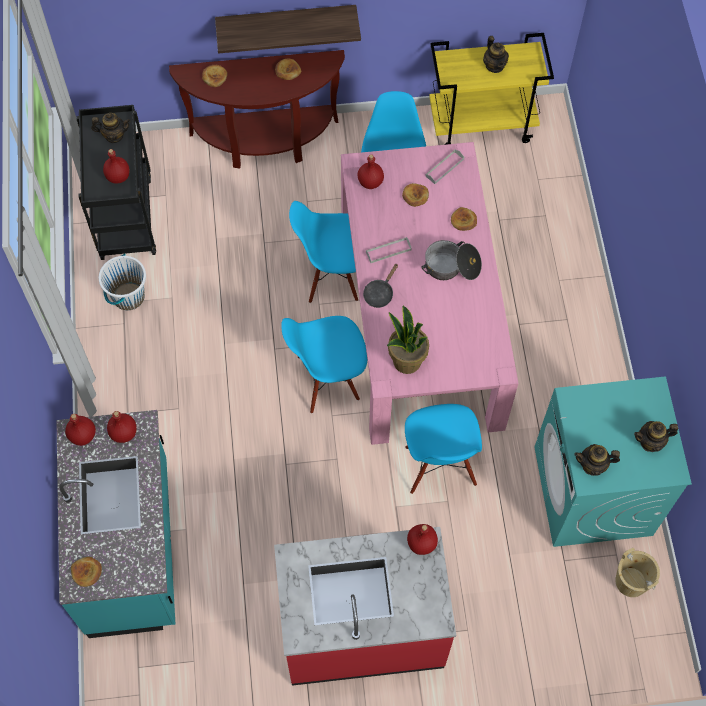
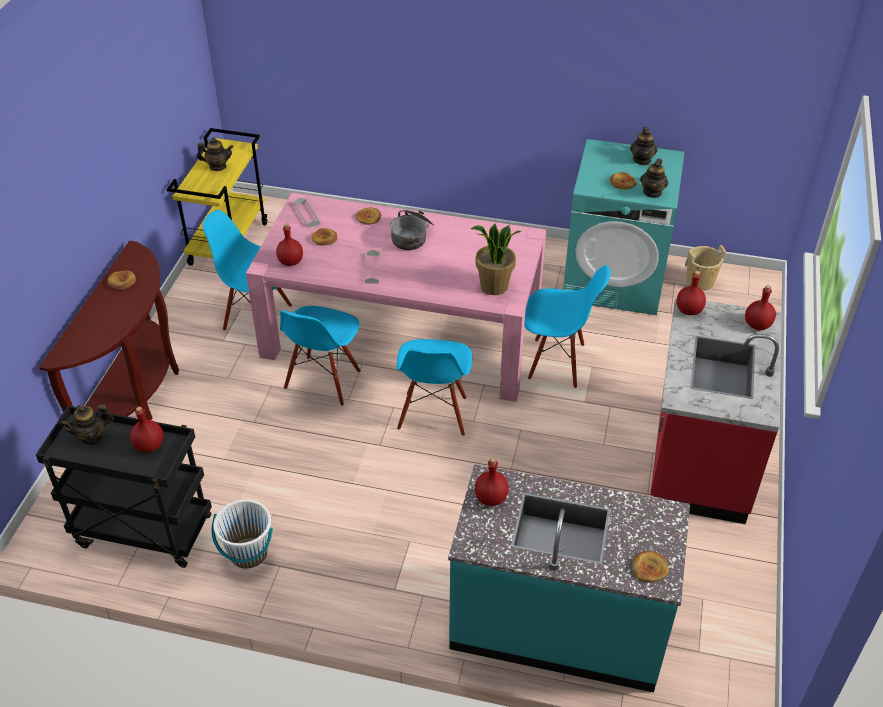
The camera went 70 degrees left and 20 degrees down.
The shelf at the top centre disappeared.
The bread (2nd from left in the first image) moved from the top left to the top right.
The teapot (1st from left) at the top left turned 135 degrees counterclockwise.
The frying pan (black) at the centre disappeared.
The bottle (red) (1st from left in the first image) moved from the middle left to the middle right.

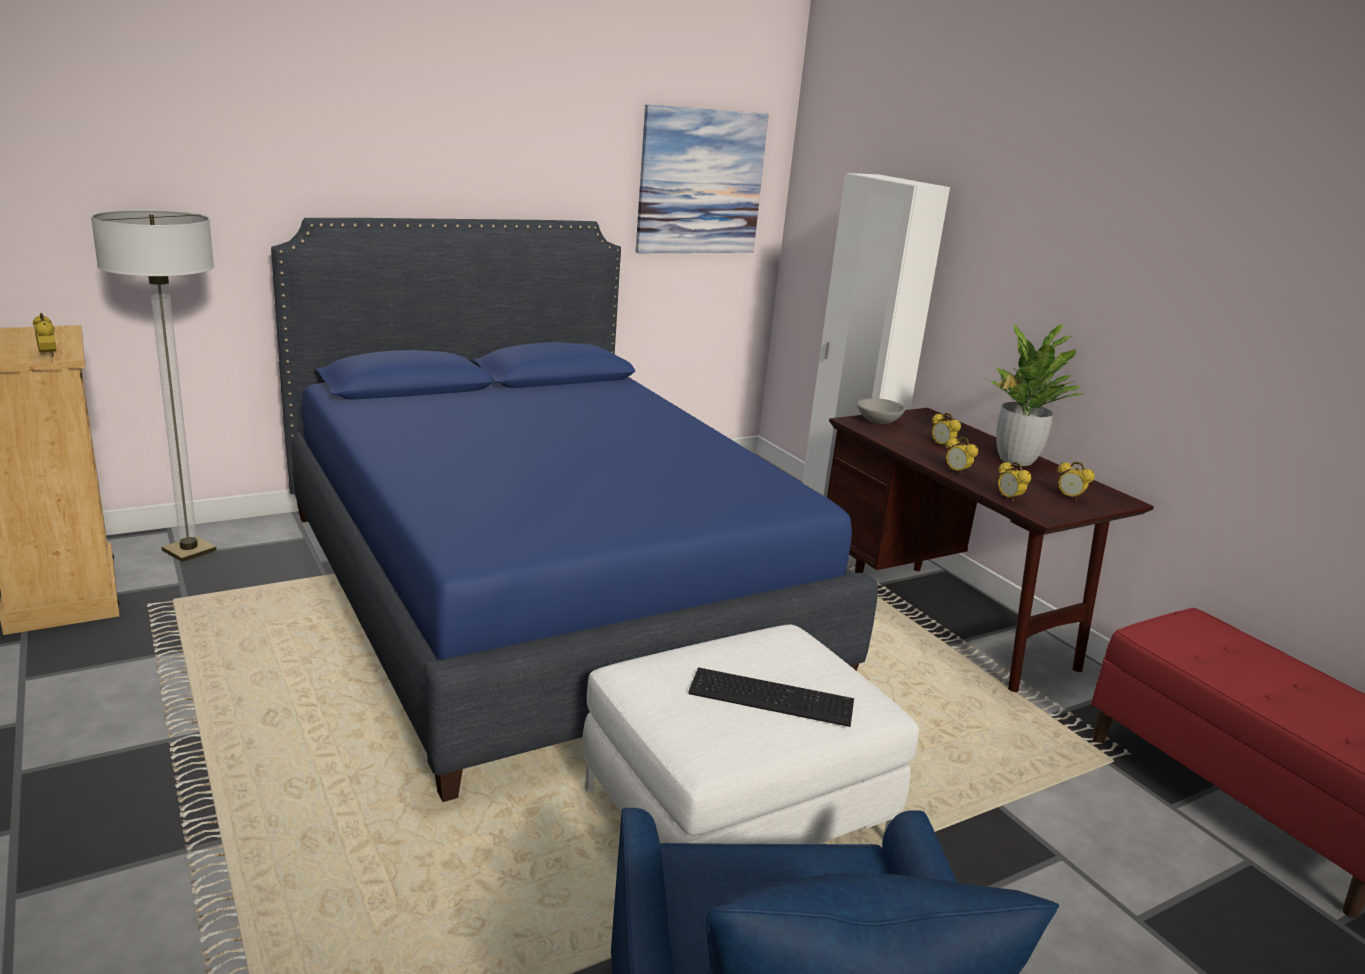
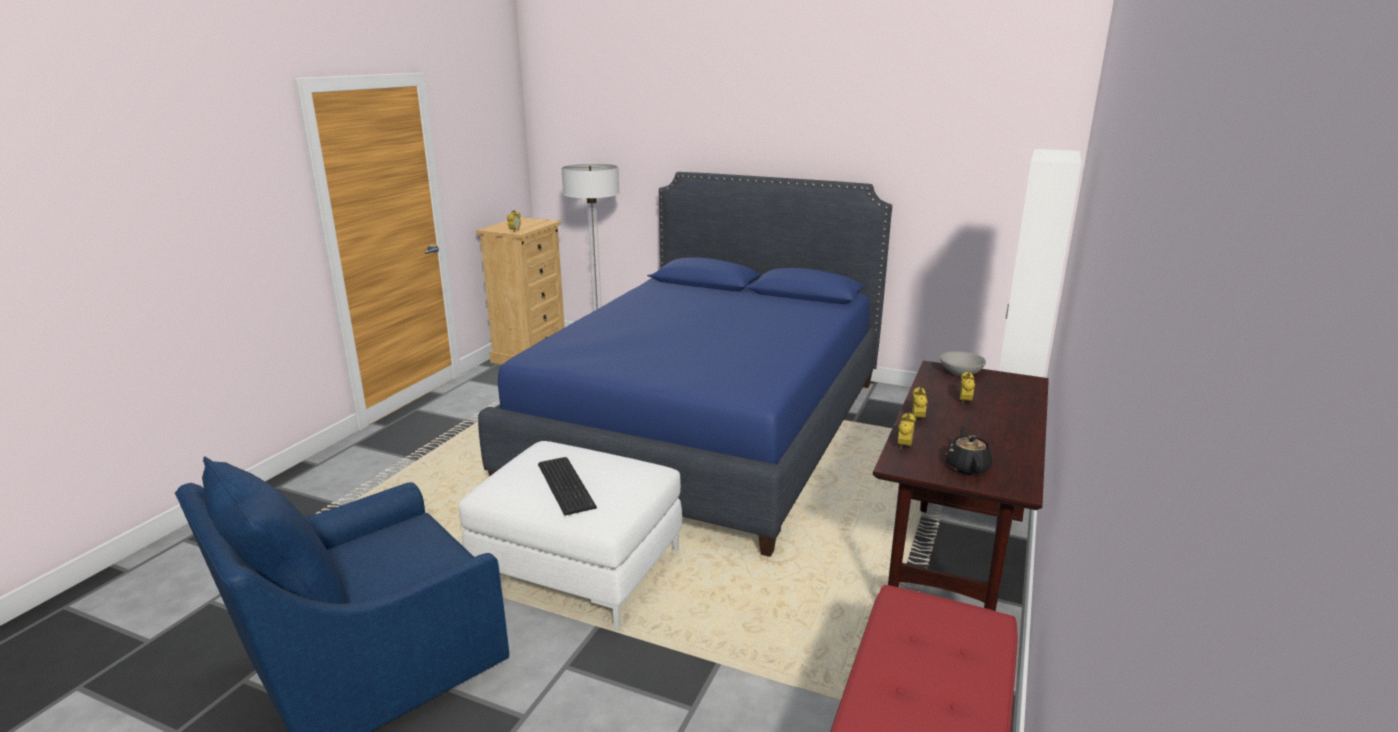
The camera went 55 degrees right and 0 degrees up.
The picture at the top centre disappeared.
The potted plant at the middle right disappeared.
The alarm clock (5th from left) at the middle right was replaced by the teapot (black) at the middle right.

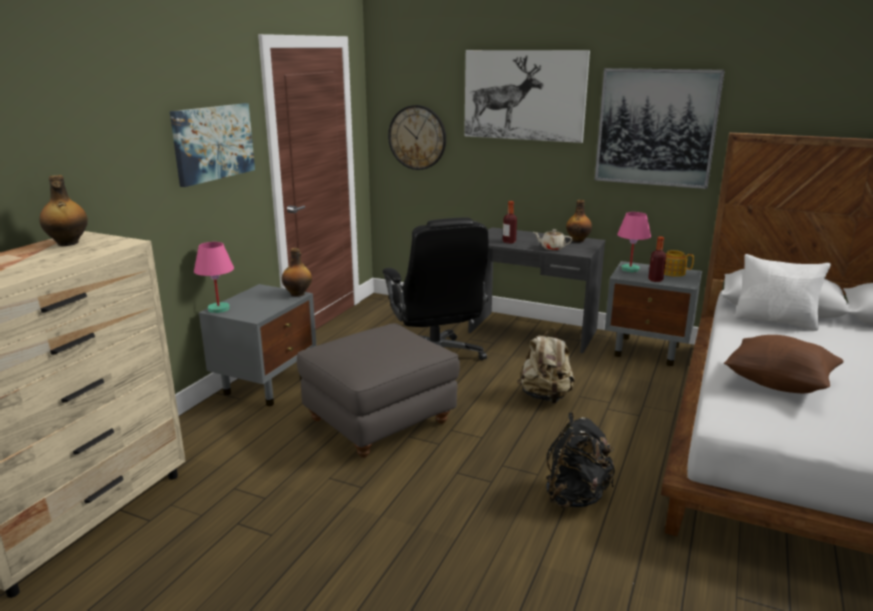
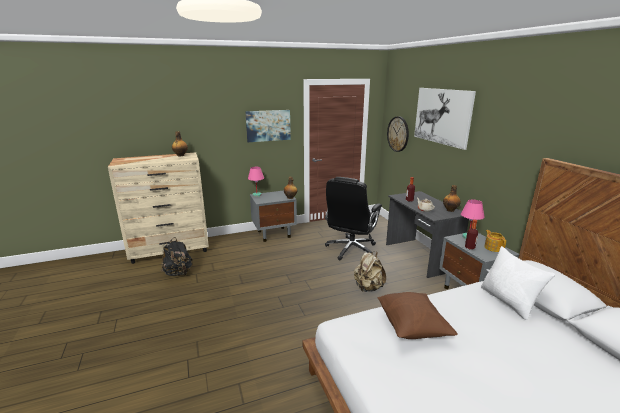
The camera went 45 degrees right and 0 degrees up.
The picture (3rd from left) at the top right disappeared.
The ottoman (grey) at the centre disappeared.
The backpack (black) moved from the bottom centre to the middle left.

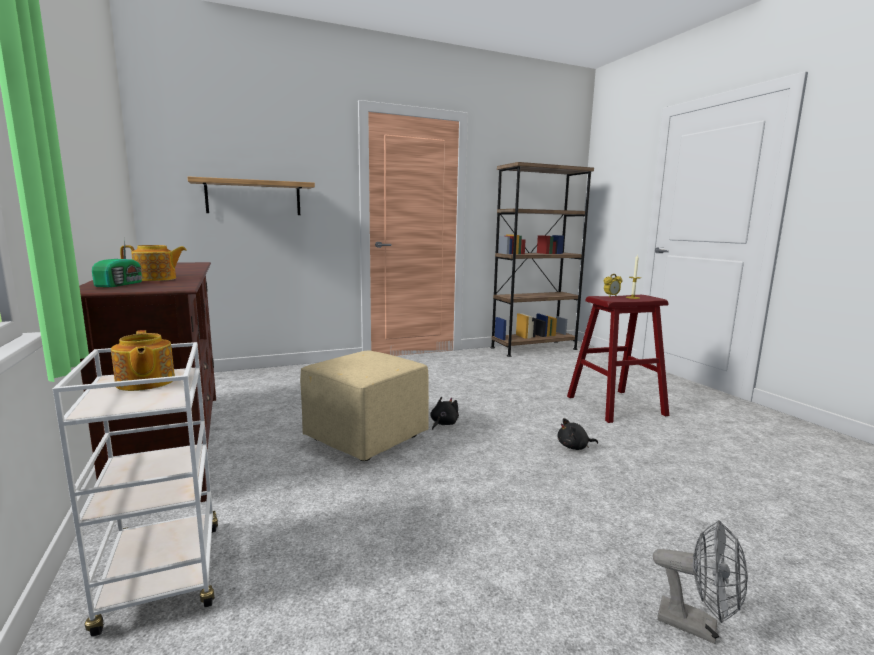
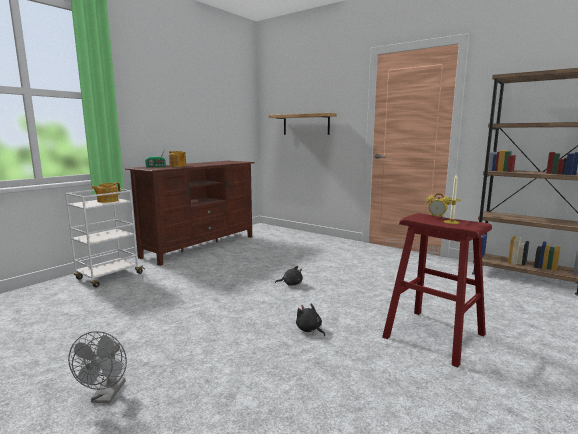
The camera went 60 degrees right and 0 degrees up.
The ottoman (beige) at the centre disappeared.

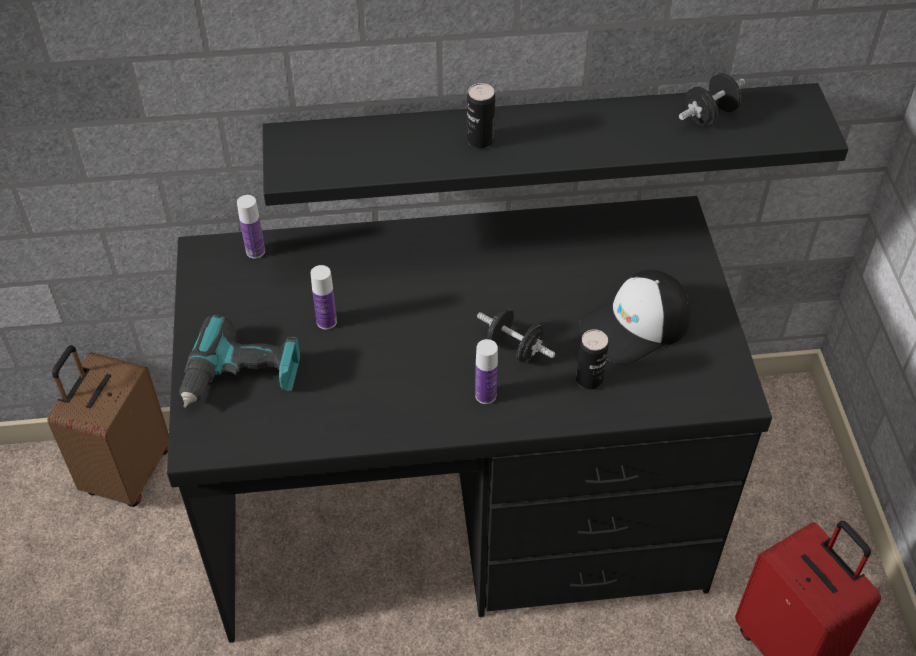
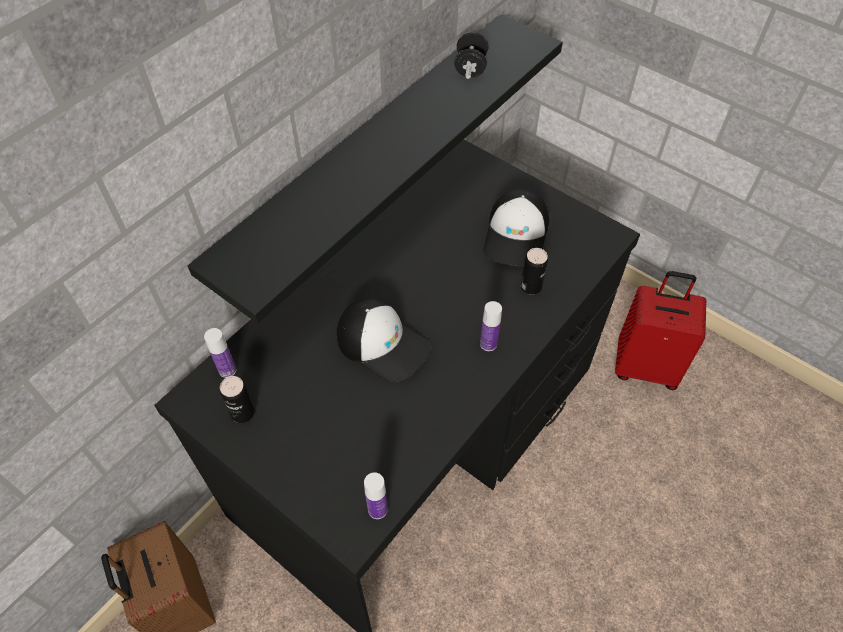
The camera went 45 degrees left and 5 degrees up.
The can (1st from left) moved from the top centre to the middle left.
The bottle (2nd from left) moved from the centre to the bottom centre.
The dumbbell (black) (1st from left) at the centre disappeared.
The power drill at the middle left disappeared.
The cap (1st from left) at the centre appeared.

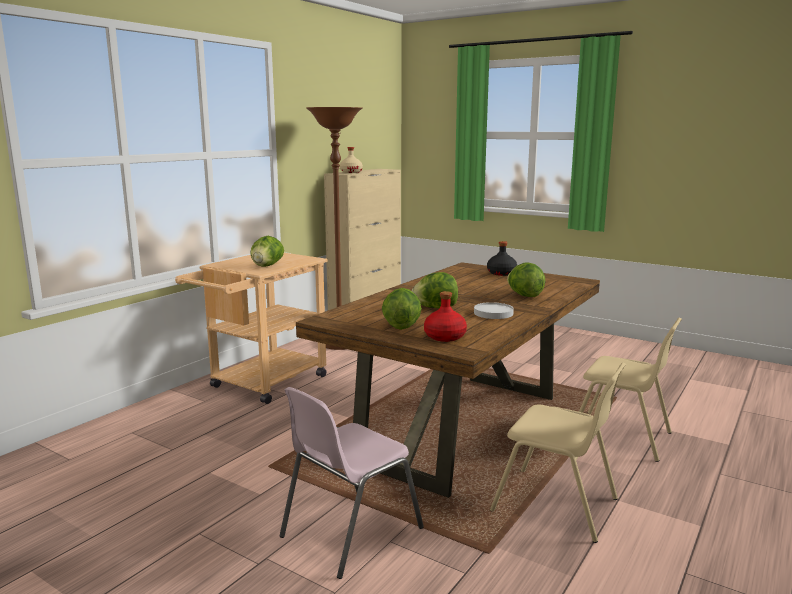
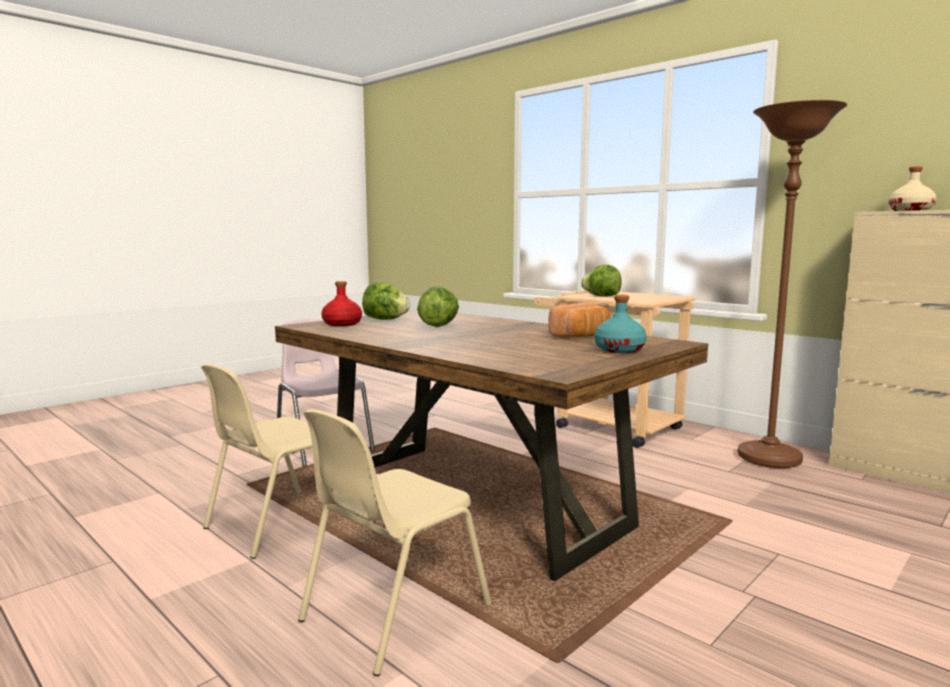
The camera went 100 degrees right and 5 degrees down.
The bottle (black) at the centre became the bottle (turquoise) at the centre.
The lettuce (4th from left) at the centre disappeared.
The plate (white) at the centre disappeared.
The bread at the centre appeared.

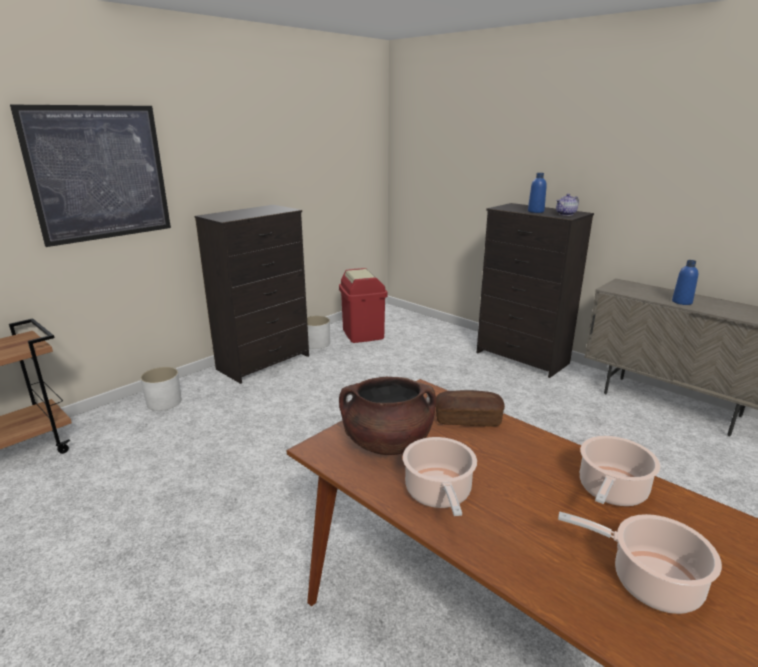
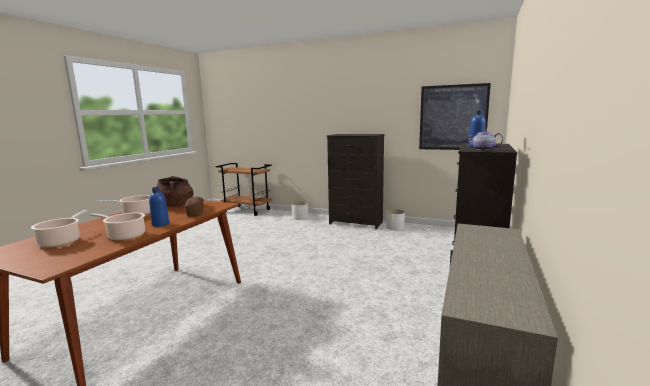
The camera went 70 degrees right and 10 degrees down.
The picture moved from the top left to the top right.
The bottle (blue) (2nd from left in the first image) moved from the middle right to the middle left.
The trash can (red) at the centre disappeared.

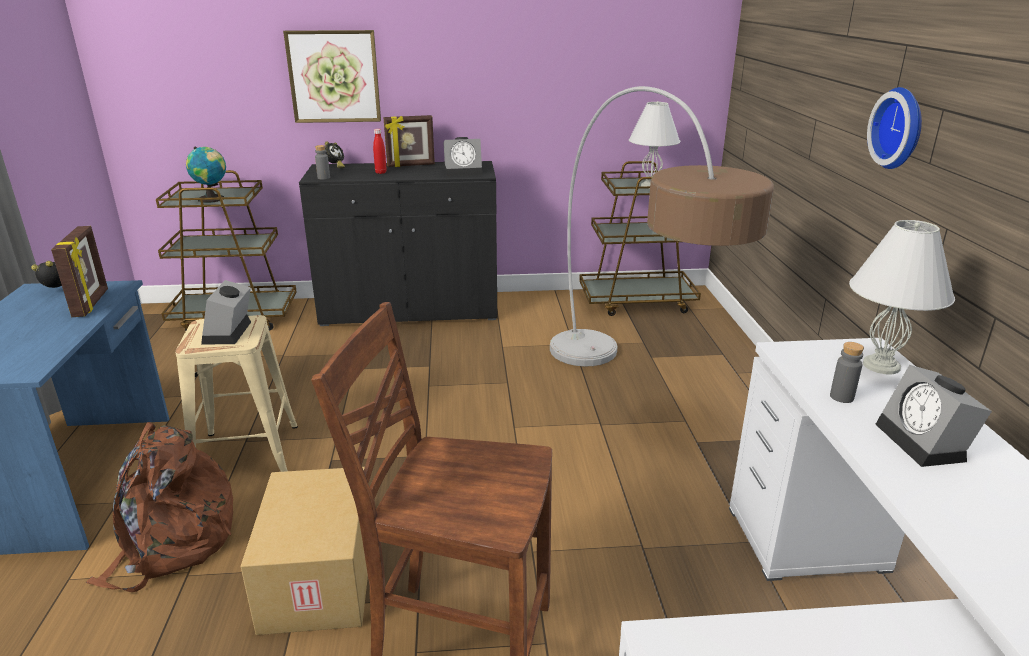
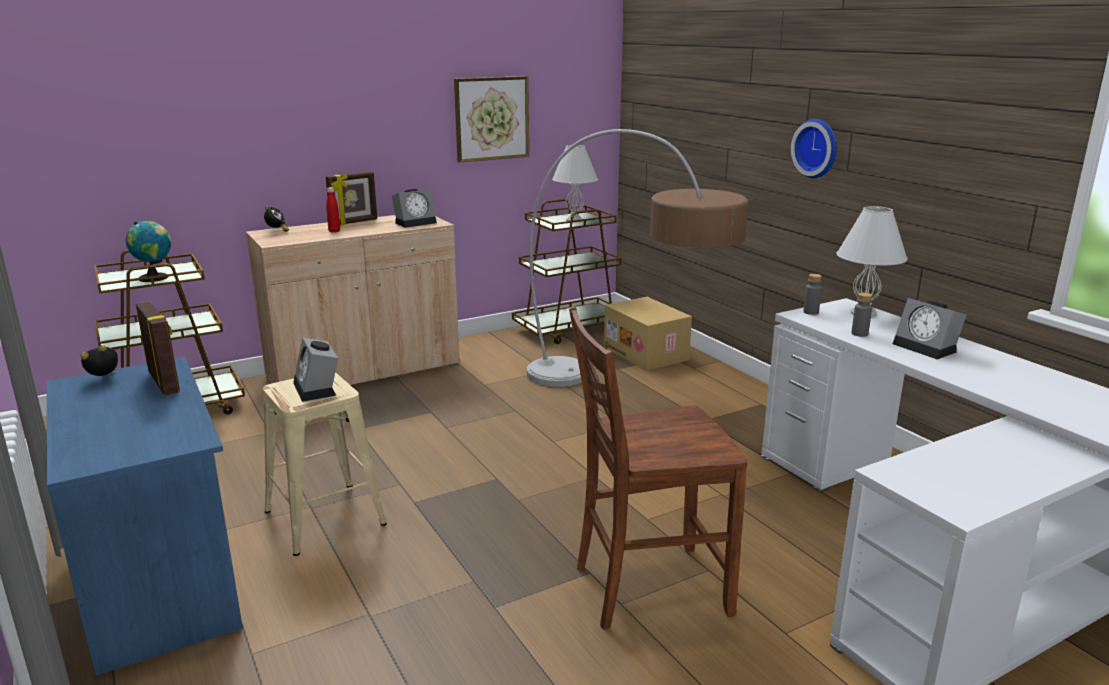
The camera went 25 degrees left and 5 degrees down.
The picture moved from the top left to the top centre.
The bottle (grey) (1st from left) moved from the top left to the middle right.
The cabinet (black) at the centre became the cabinet (beige) at the middle left.
The backpack (brown) at the bottom left disappeared.
The cardboard box moved from the bottom left to the centre.

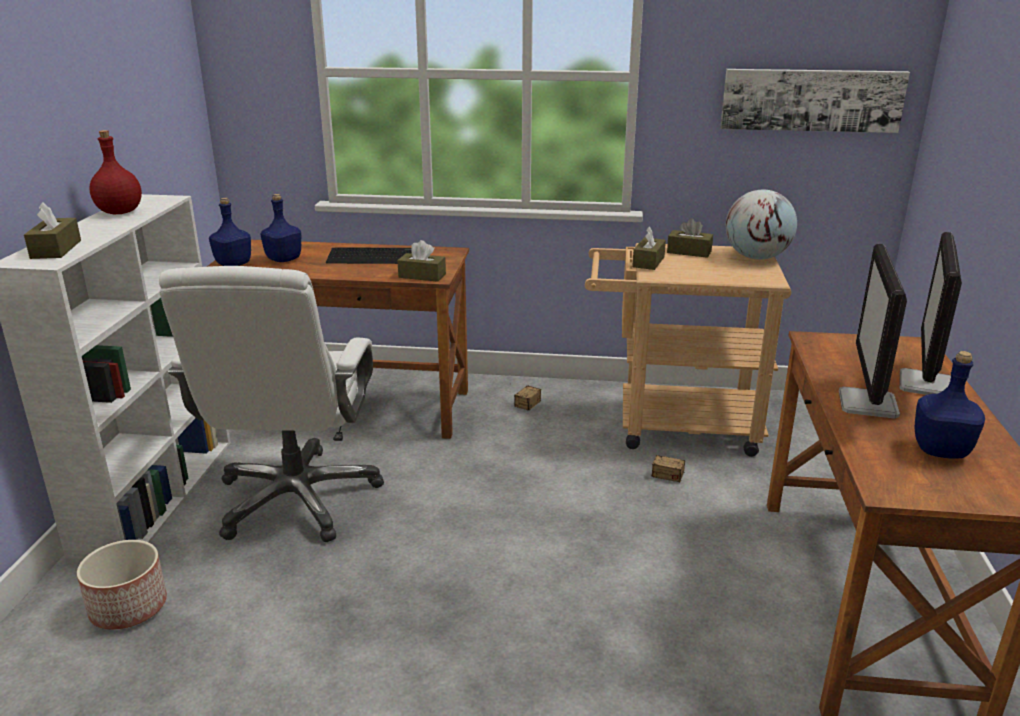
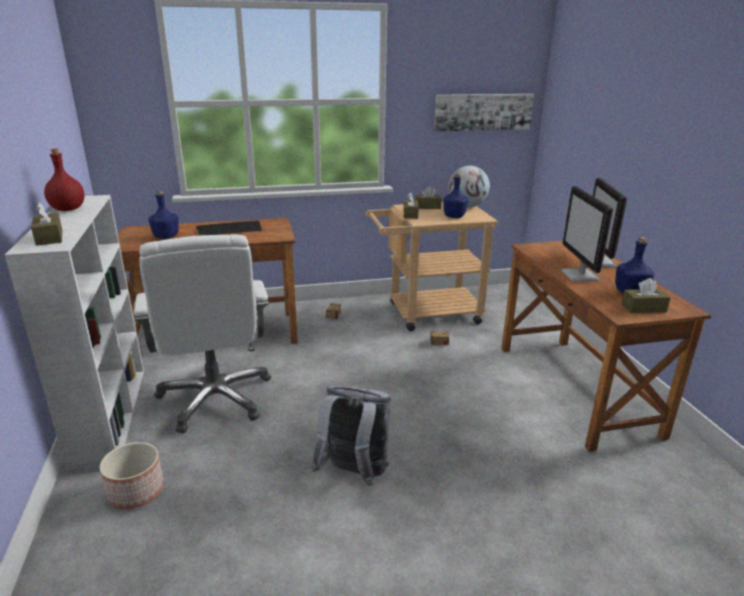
The camera went 20 degrees left and 0 degrees up.
The bottle (blue) (1st from left in the first image) moved from the top left to the top centre.
The tissue box (brown) (2nd from left in the first image) moved from the centre to the middle right.
The backpack (grey) at the bottom centre appeared.

